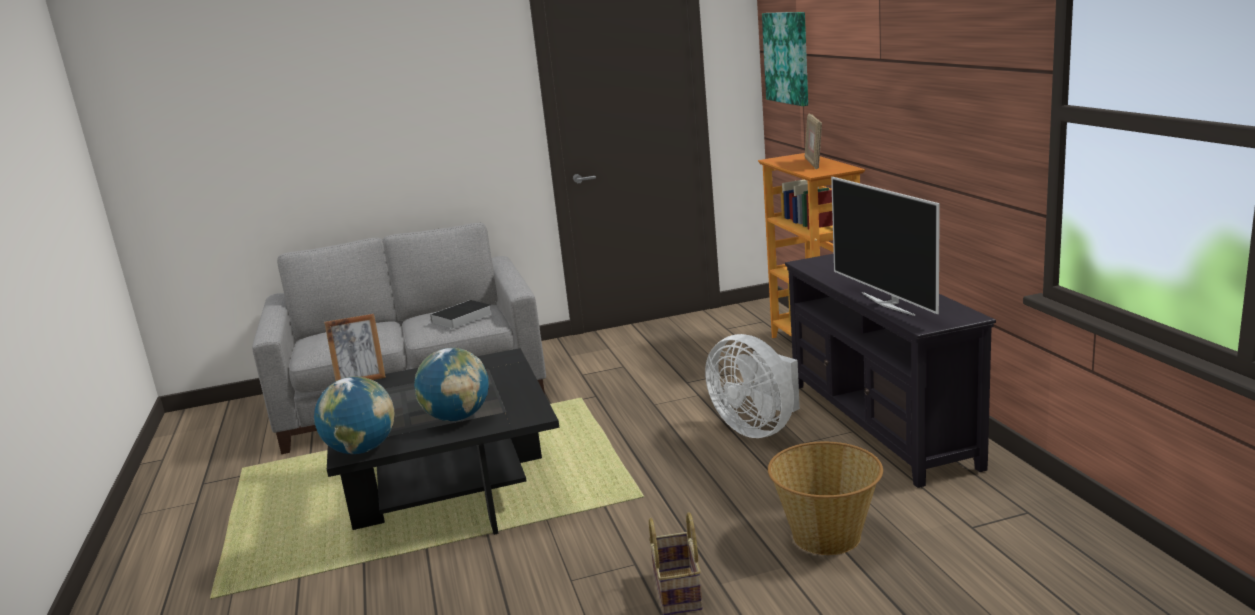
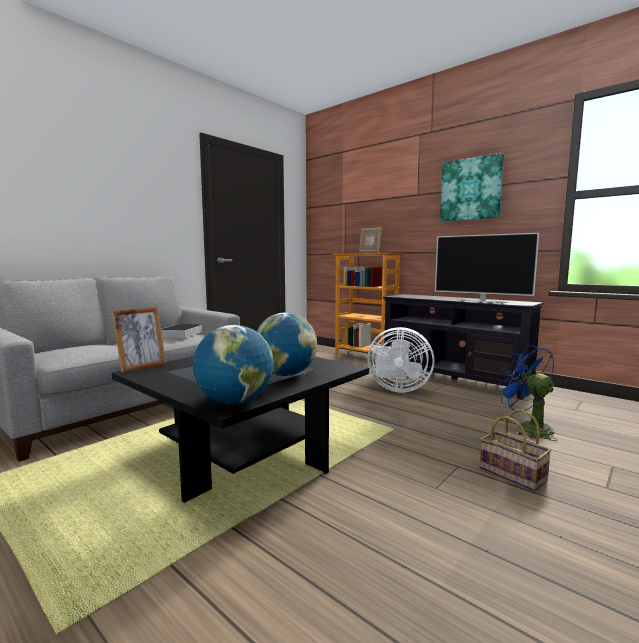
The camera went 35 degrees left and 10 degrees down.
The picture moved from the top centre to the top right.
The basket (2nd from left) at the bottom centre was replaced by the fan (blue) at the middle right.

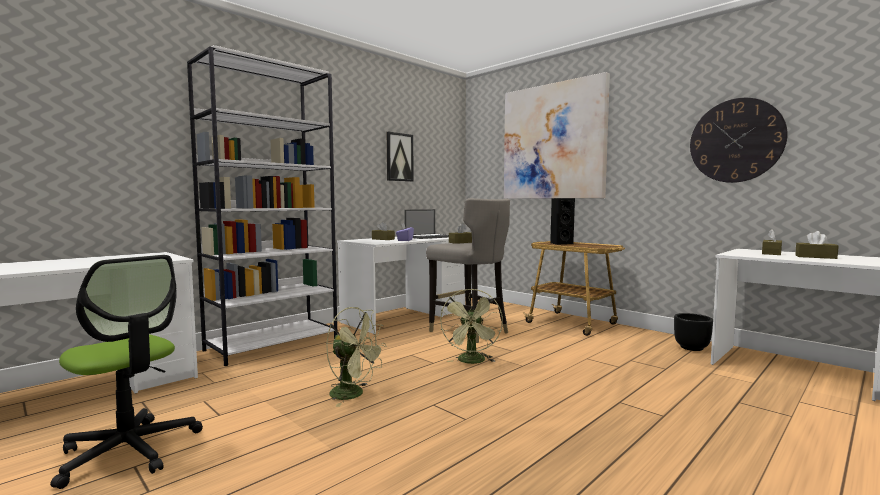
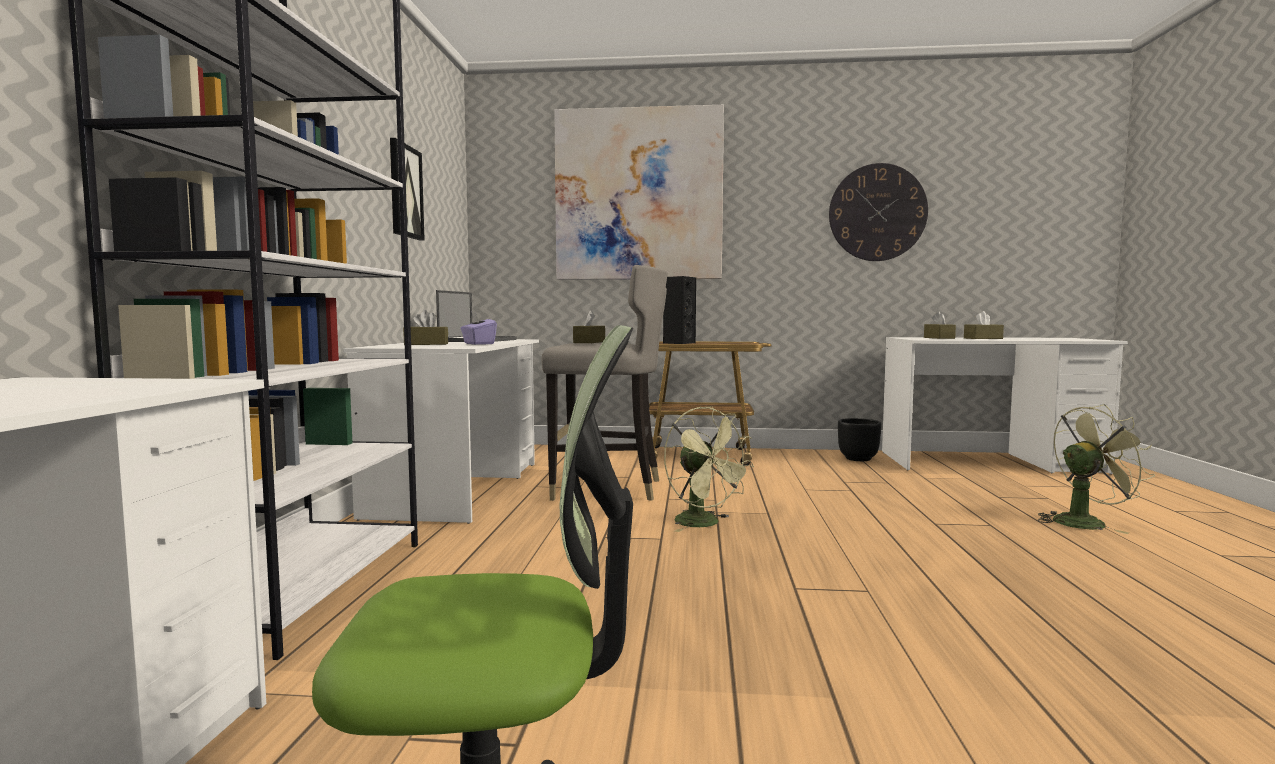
The camera went 40 degrees left and 0 degrees up.
The fan (green) (1st from left in the first image) moved from the bottom centre to the middle right.

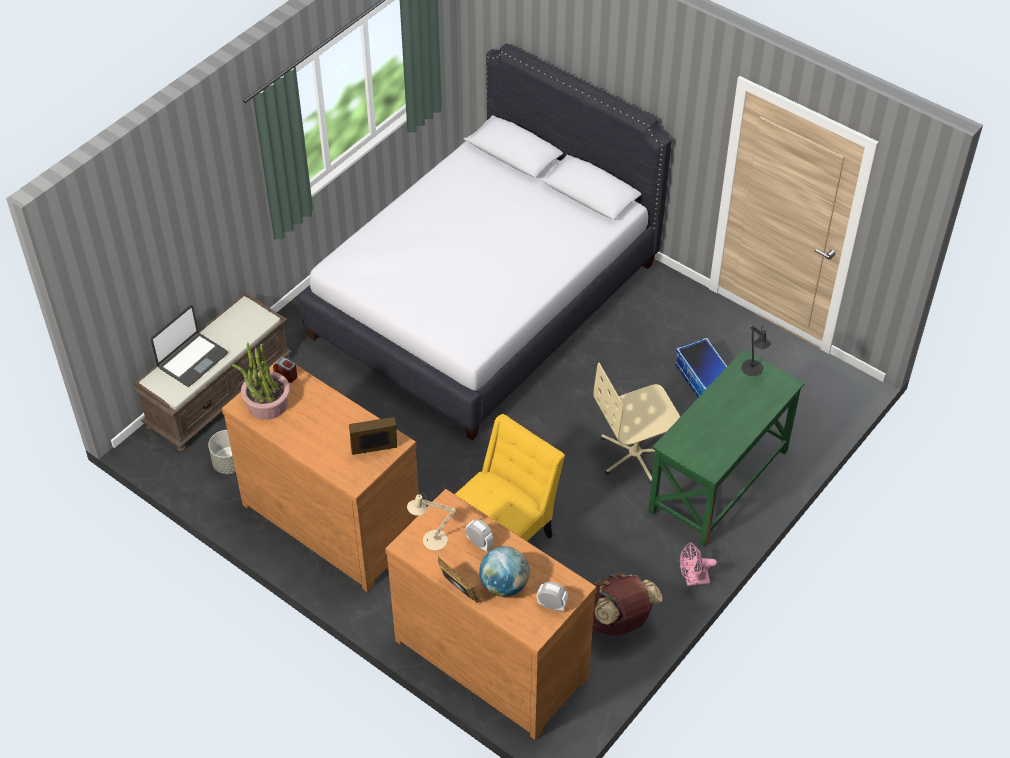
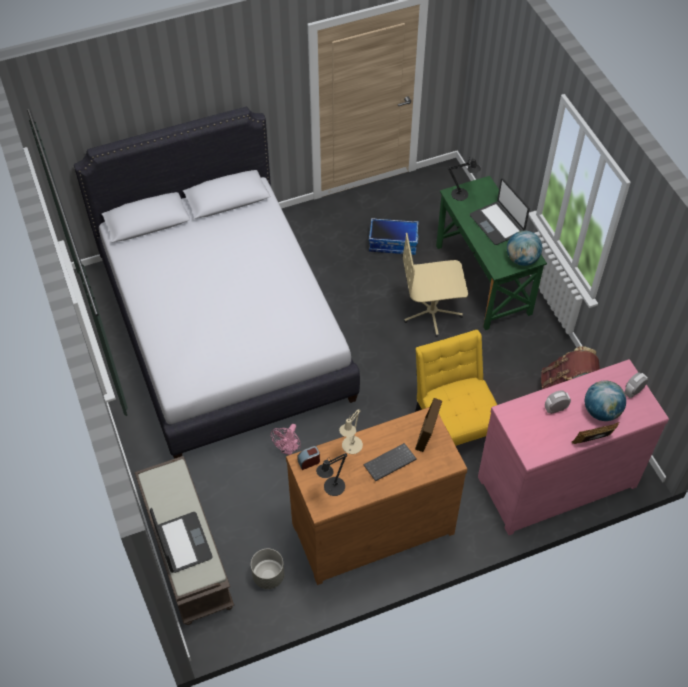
The camera went 60 degrees left and 5 degrees up.
The potted plant at the middle left was replaced by the table lamp (black) (1st from left) at the bottom centre.
The office chair (beige) at the centre turned 75 degrees clockwise.
The dresser (brown) (2nd from left) at the bottom centre became the dresser (pink) at the middle right.
The table lamp (beige) moved from the bottom centre to the centre.
The fan (pink) moved from the bottom right to the centre.
The laptop (2nd from left) at the top right appeared.
The globe (1st from left) at the middle right appeared.
The keyboard at the bottom centre appeared.

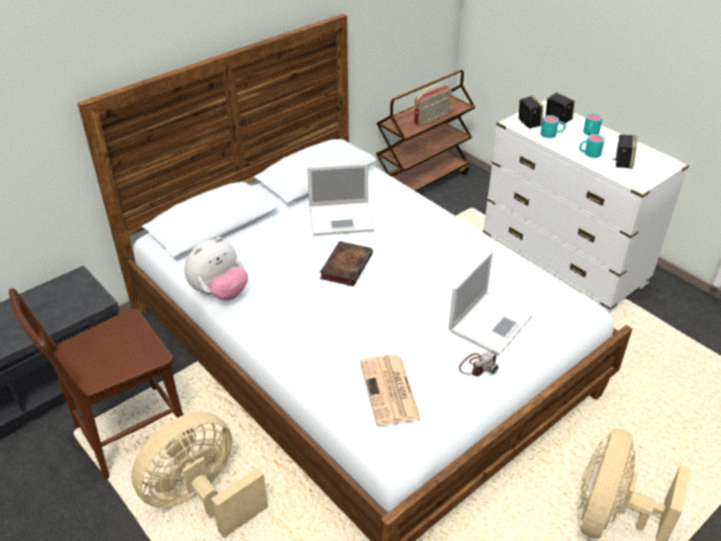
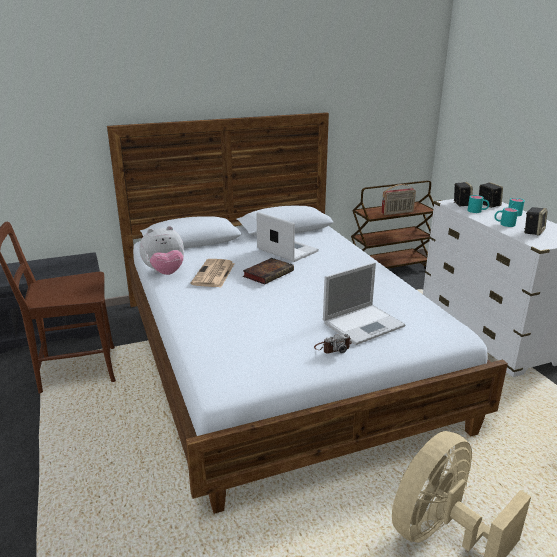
The camera went 20 degrees right and 15 degrees down.
The laptop (1st from left) at the centre turned 150 degrees counterclockwise.
The newspaper moved from the bottom centre to the centre.
The fan (beige) (1st from left) at the bottom left disappeared.

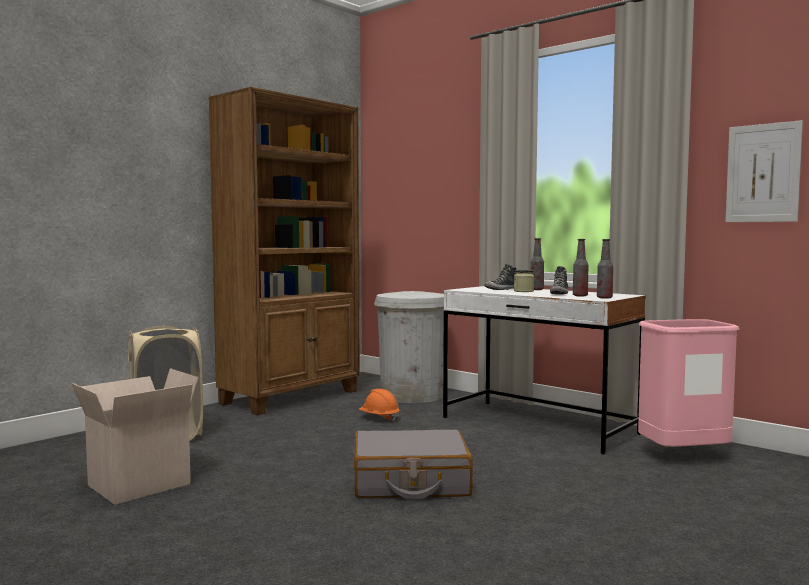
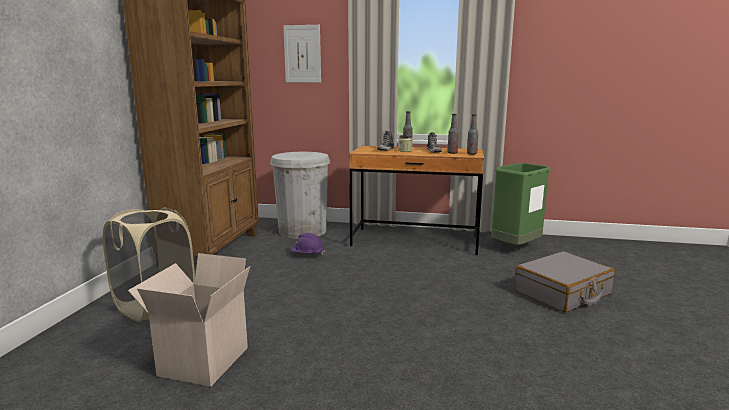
The camera went 30 degrees left and 10 degrees up.
The picture moved from the top right to the top centre.
The desk (white) at the middle right became the desk (brown) at the centre.
The trash can (pink) at the middle right became the trash can (green) at the middle right.
The hard hat (orange) at the bottom centre became the hard hat (purple) at the centre.
The suitcase (grey) moved from the bottom centre to the bottom right.

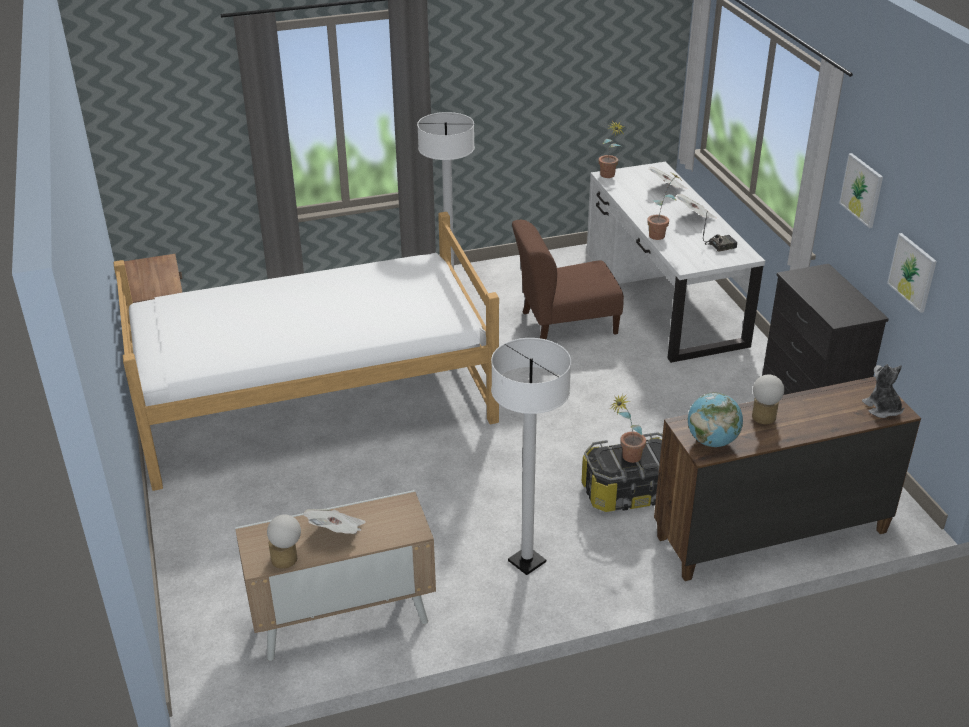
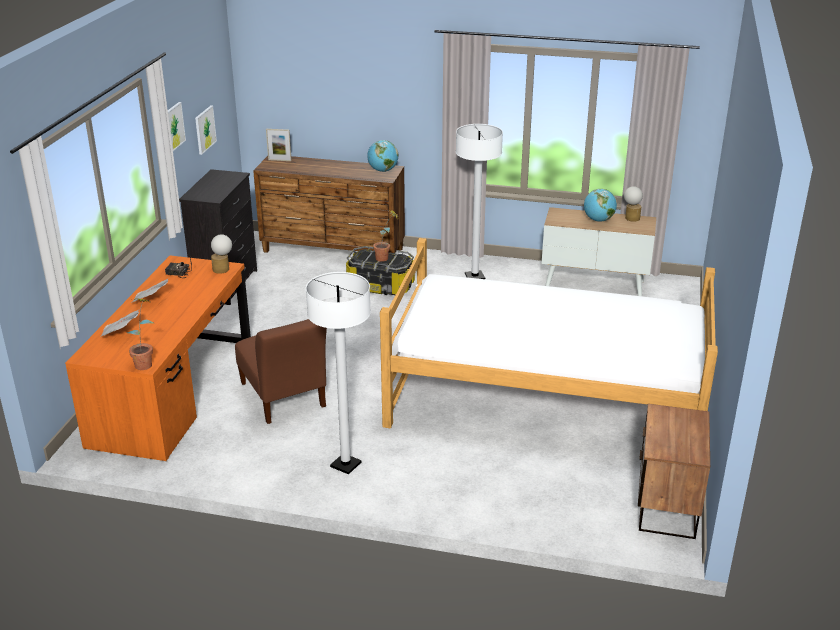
The camera went 150 degrees left and 5 degrees down.
The desk (white) at the middle right became the desk (orange) at the middle left.
The potted plant (3rd from left) at the top right disappeared.
The chair (brown) at the centre turned 45 degrees clockwise.
The plush toy at the middle right was replaced by the picture frame at the top left.
The table lamp (2nd from left in the first image) moved from the middle right to the middle left.
The newspaper (1st from left) at the bottom centre was replaced by the globe (2nd from left) at the top right.

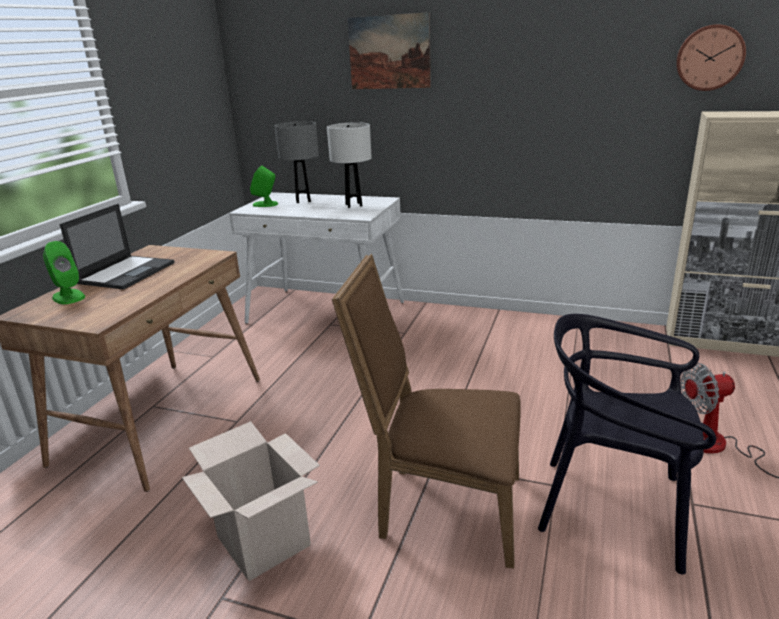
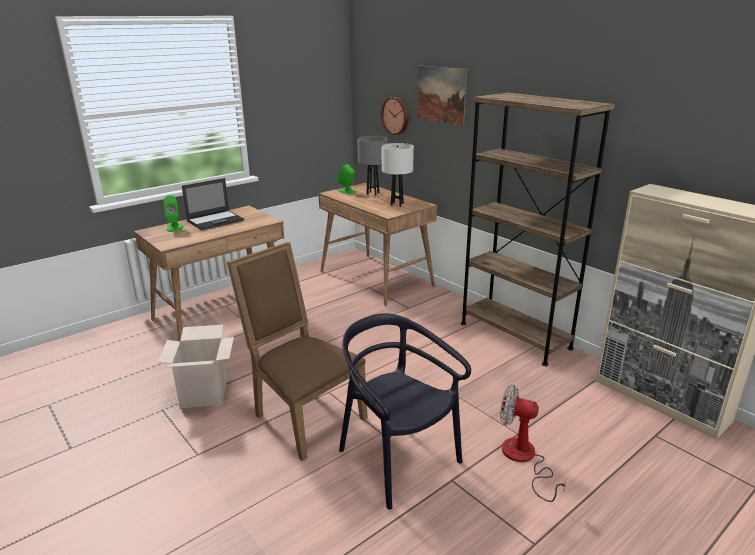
The camera went 30 degrees right and 0 degrees up.
The wall clock moved from the top right to the top centre.
The desk (white) at the centre became the desk (brown) (2nd from left) at the centre.
The bookcase (brown) at the middle right appeared.

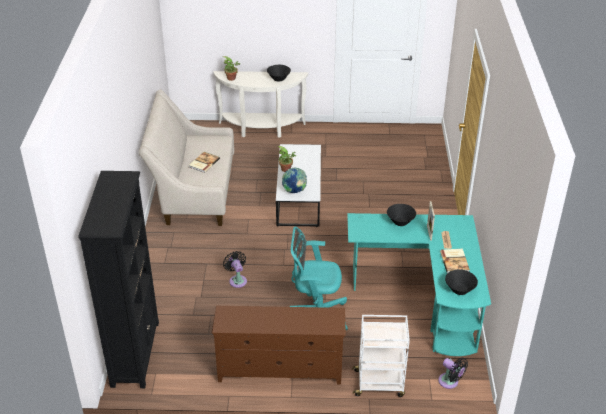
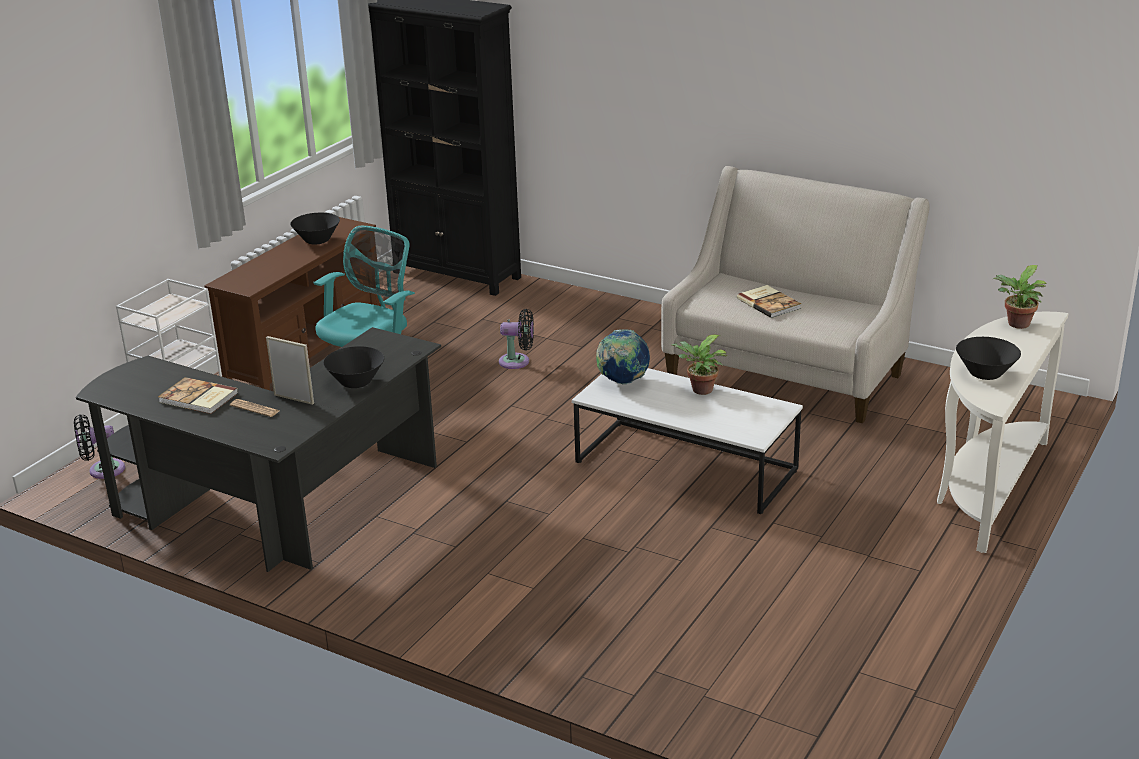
The camera went 120 degrees right and 10 degrees down.
The desk (turquoise) at the bottom right became the desk (black) at the middle left.
The bowl (black) (3rd from left in the first image) moved from the bottom right to the top left.

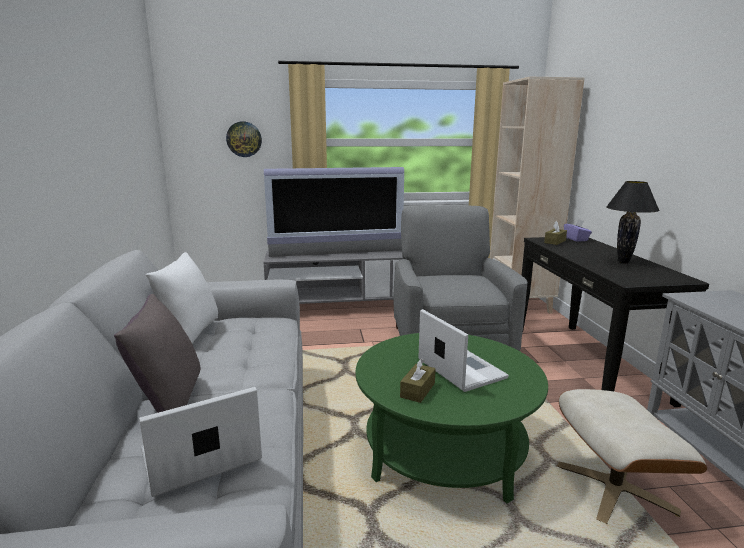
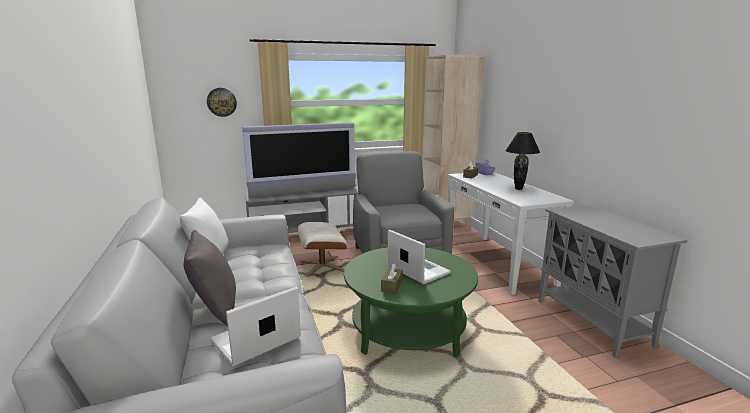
The camera went 10 degrees left and 0 degrees up.
The console table (black) at the middle right became the console table (white) at the middle right.
The ottoman (beige) moved from the bottom right to the centre.

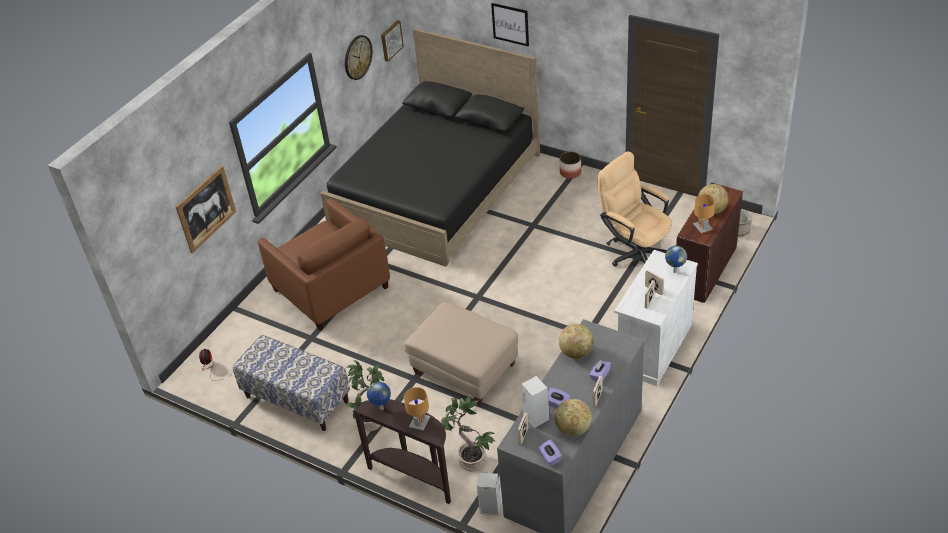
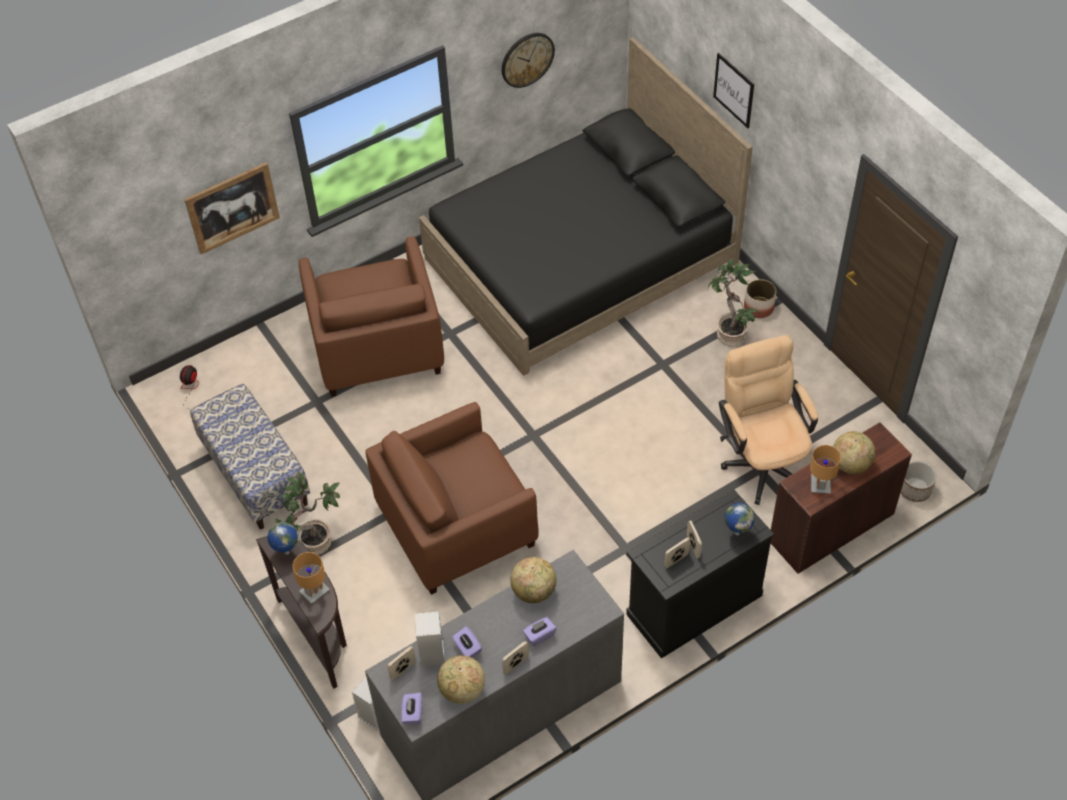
The camera went 25 degrees right and 10 degrees up.
The picture (2nd from left) at the top centre disappeared.
The cabinet (white) at the middle right became the cabinet (black) at the bottom centre.
The ottoman (beige) at the centre was replaced by the armchair (brown) (2nd from left) at the centre.
The potted plant (2nd from left) moved from the bottom centre to the middle right.

